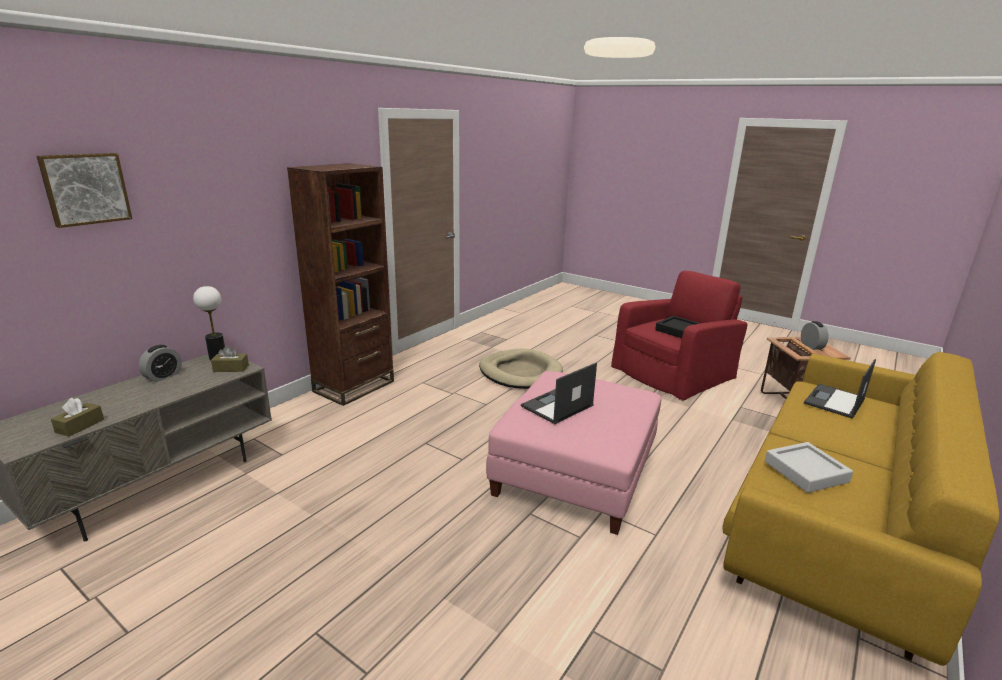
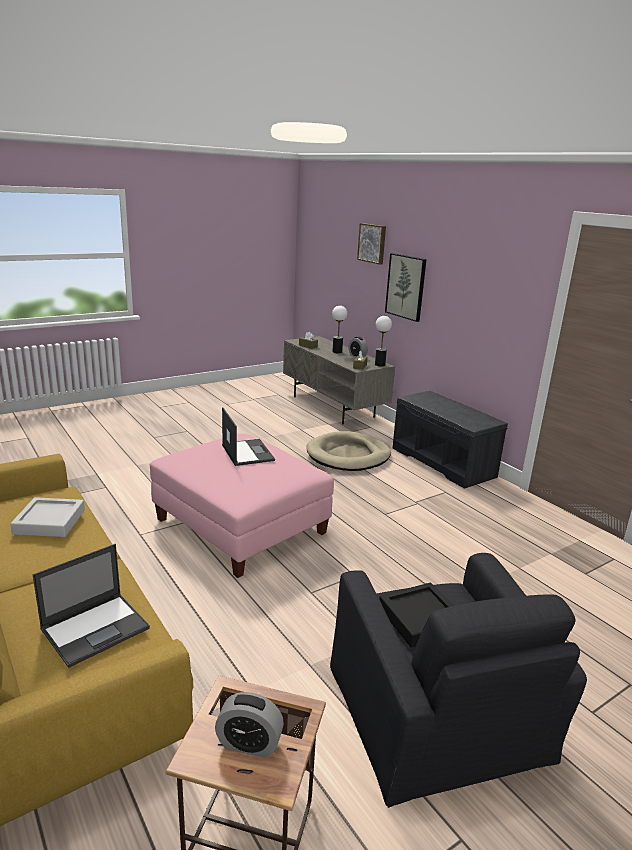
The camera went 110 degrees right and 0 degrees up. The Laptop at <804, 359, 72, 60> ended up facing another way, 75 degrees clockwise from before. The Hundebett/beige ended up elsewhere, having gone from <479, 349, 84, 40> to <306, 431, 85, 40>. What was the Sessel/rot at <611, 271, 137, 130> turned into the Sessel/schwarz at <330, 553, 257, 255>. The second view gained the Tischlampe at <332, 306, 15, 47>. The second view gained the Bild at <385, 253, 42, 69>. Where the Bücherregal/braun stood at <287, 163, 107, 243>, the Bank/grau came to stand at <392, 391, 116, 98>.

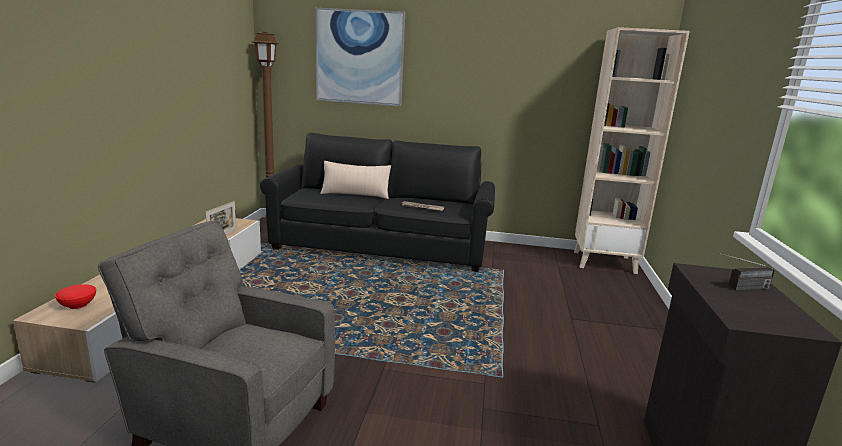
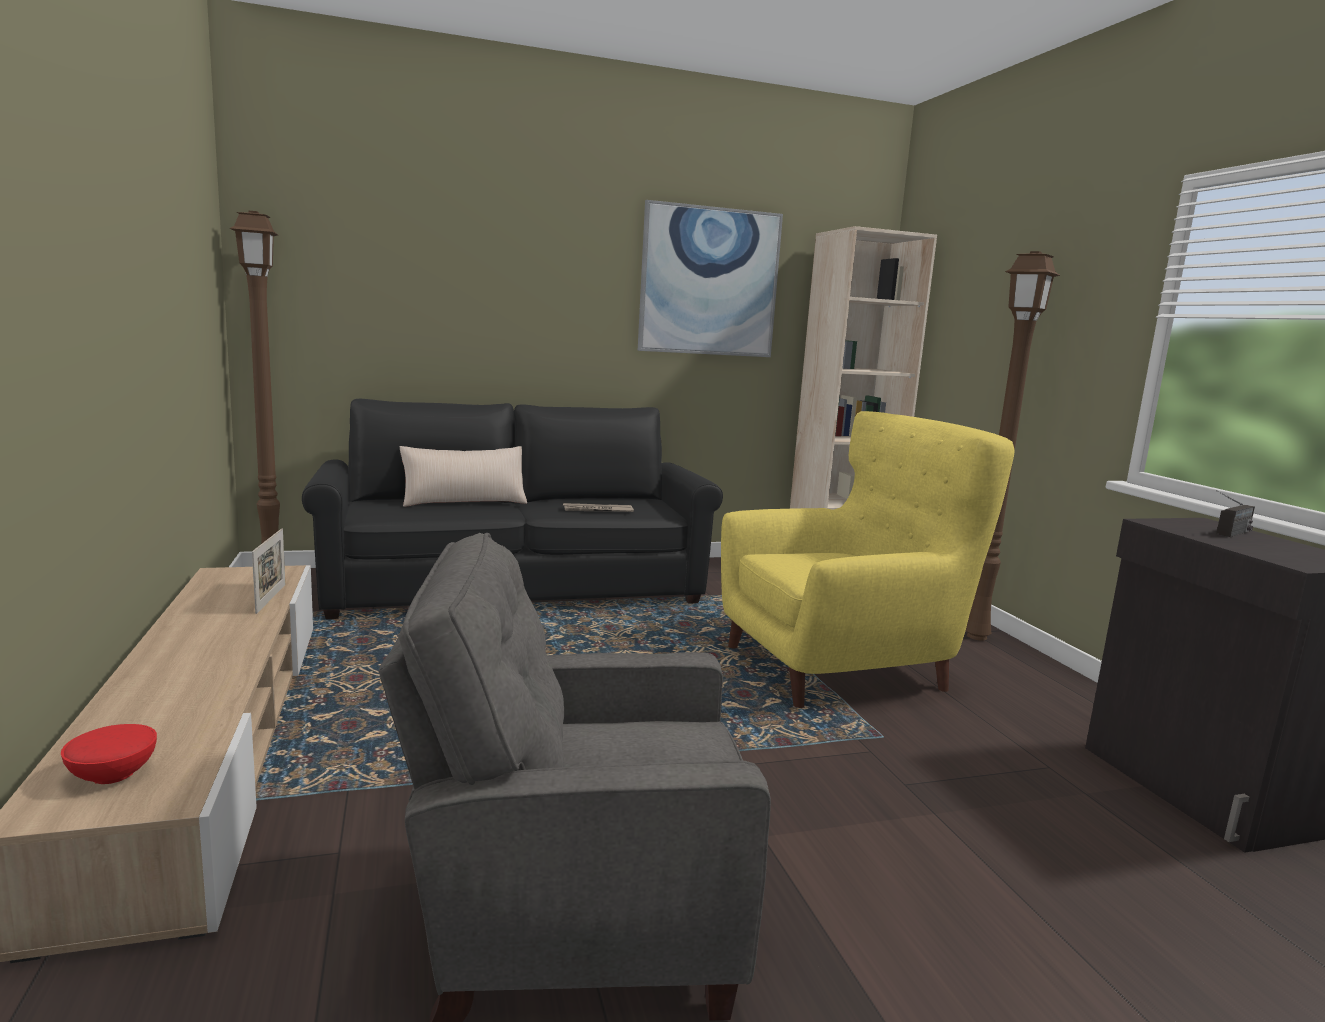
The camera went 25 degrees left and 5 degrees down. The Bild ended up elsewhere, having gone from <315, 8, 90, 98> to <638, 200, 145, 157>. The second view gained the Sessel/gelb at <721, 411, 294, 297>. The second view gained the Stehlampe/braun at <966, 251, 94, 390>.

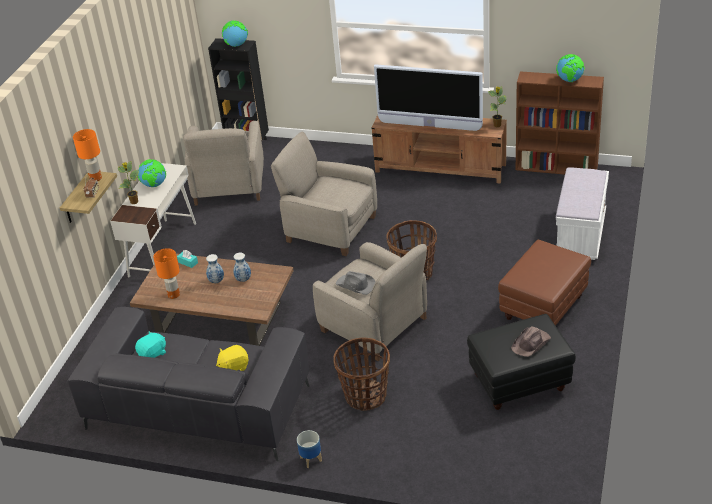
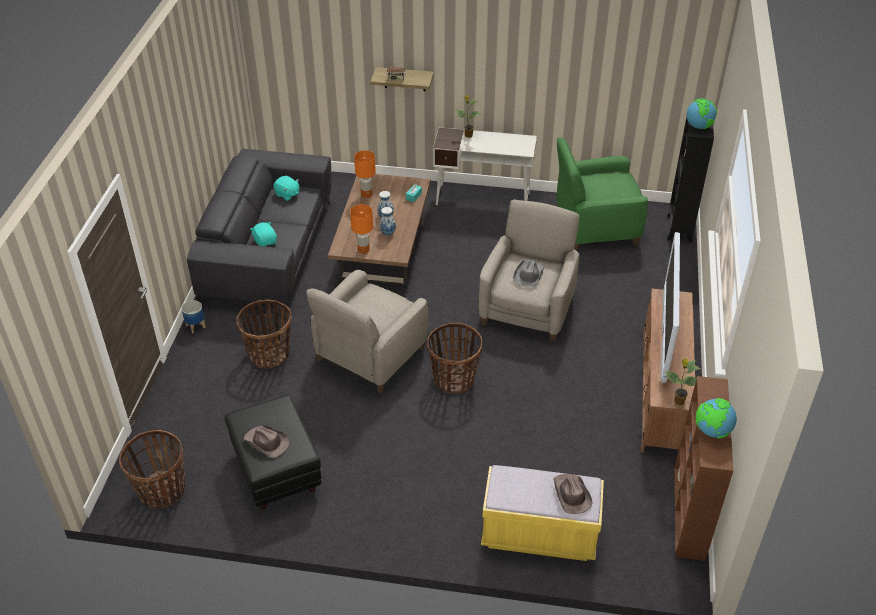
The camera went 80 degrees right and 5 degrees up. The second view gained the Korb at <119, 430, 66, 79>. What was the Plüschtier/gelb at <216, 345, 33, 26> turned into the Plüschtier/türkis at <250, 222, 27, 25>. The Tischlampe/orange ended up elsewhere, having gone from <73, 129, 29, 52> to <350, 204, 23, 50>. What was the Bank/weiß at <556, 167, 53, 93> turned into the Bank/gelb at <481, 465, 123, 96>. The Hut/grau ended up elsewhere, having gone from <336, 271, 39, 24> to <513, 260, 32, 27>. The second view gained the Hut/braun at <553, 474, 39, 40>. What was the Sessel/beige at <183, 121, 81, 85> turned into the Sessel/grün at <556, 137, 92, 114>. The second view lost the Globus at <138, 159, 28, 28>. The second view lost the Polsterhocker/braun at <498, 240, 93, 86>.

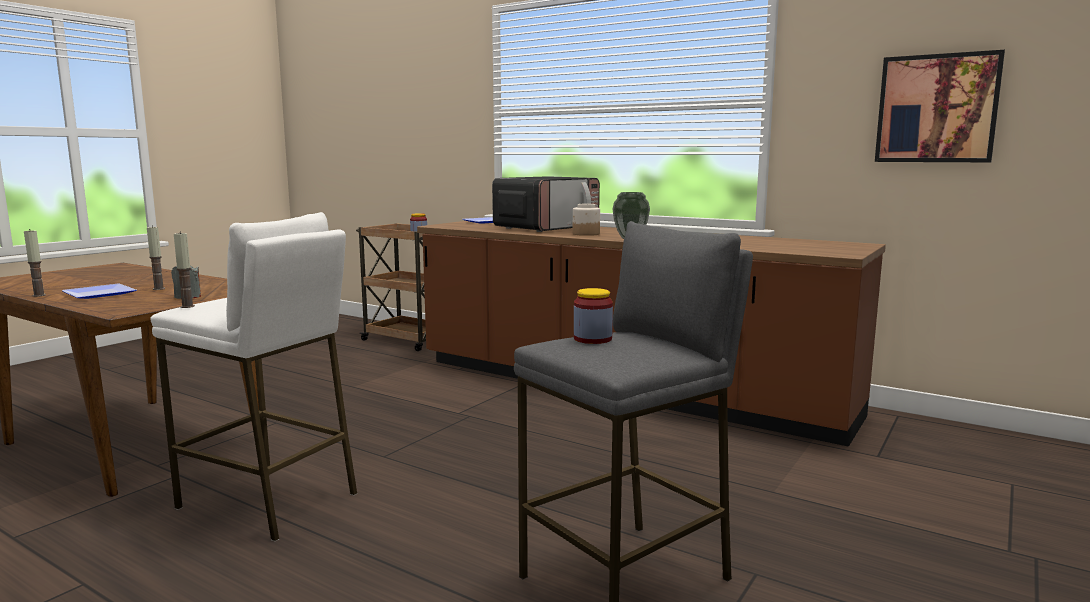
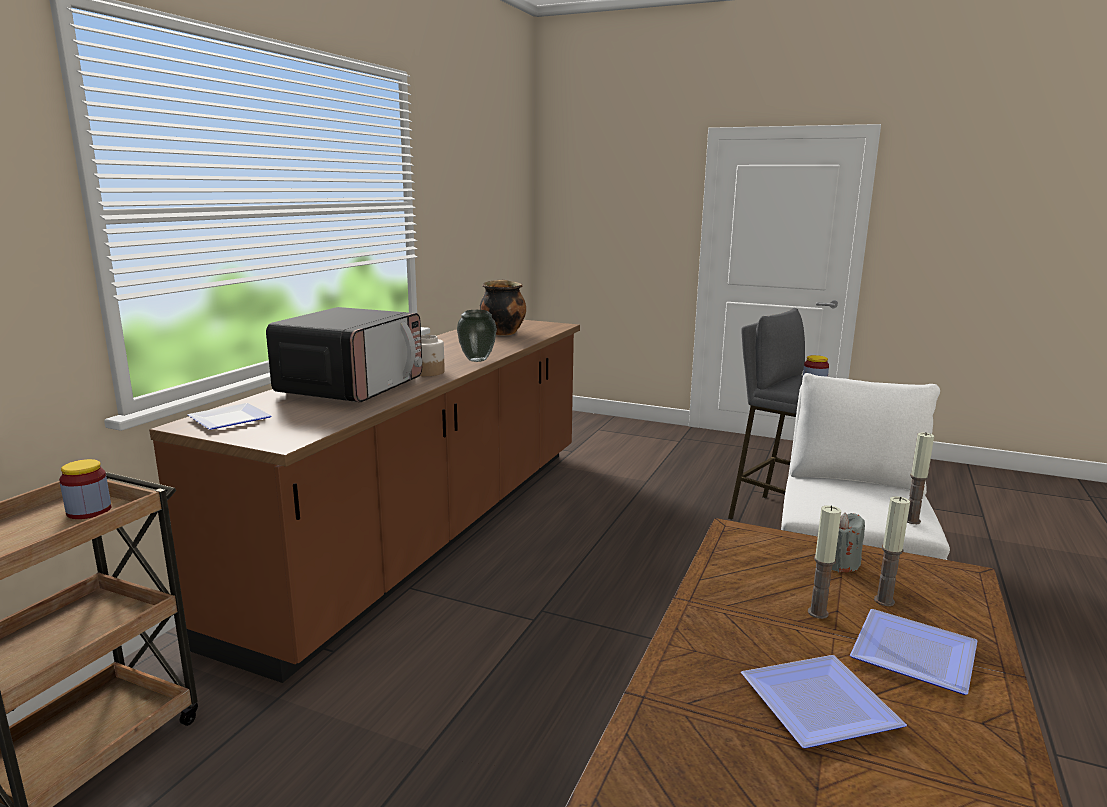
The camera went 100 degrees left and 5 degrees up. The Mikrowelle at <492, 176, 108, 56> ended up facing another way, 75 degrees clockwise from before. The second view gained the Kochtopf at <480, 280, 46, 56>. The second view gained the Teller at <741, 655, 166, 94>. The Kerze ended up elsewhere, having gone from <24, 229, 22, 68> to <874, 496, 36, 110>. The second view lost the Bild at <875, 50, 130, 112>.

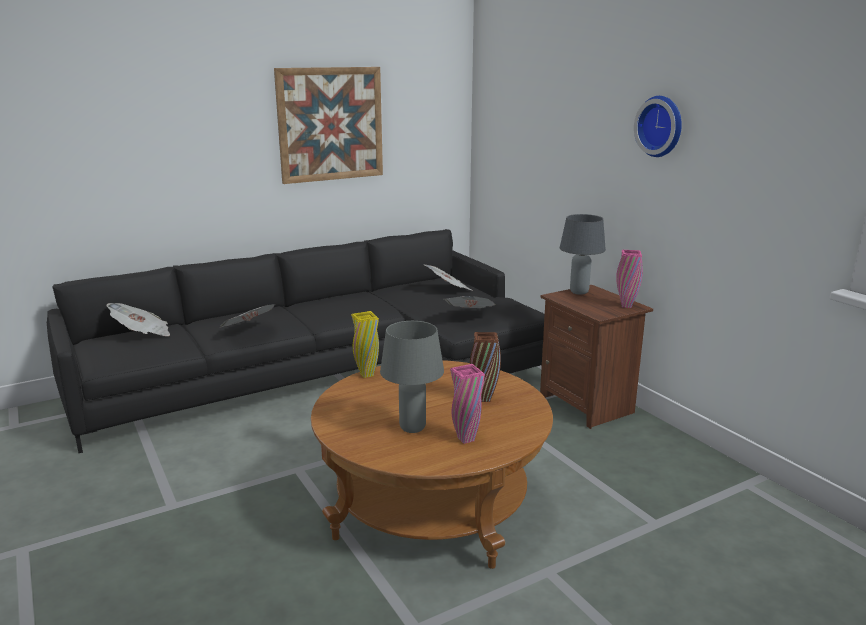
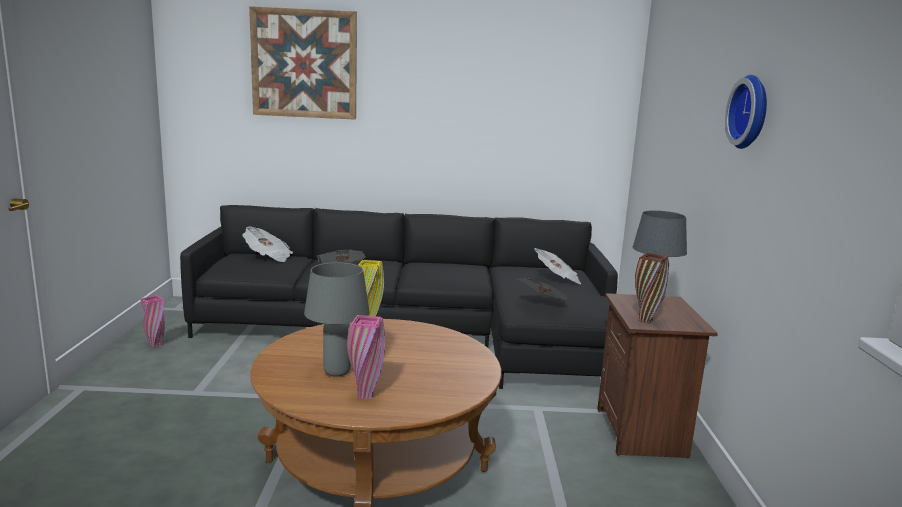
The camera went 30 degrees right and 5 degrees down. The Vase/rosa ended up elsewhere, having gone from <616, 250, 27, 58> to <140, 295, 25, 53>. The Bild ended up elsewhere, having gone from <274, 67, 109, 117> to <249, 6, 108, 114>. The Vase/braun ended up elsewhere, having gone from <470, 332, 31, 70> to <635, 253, 34, 70>.

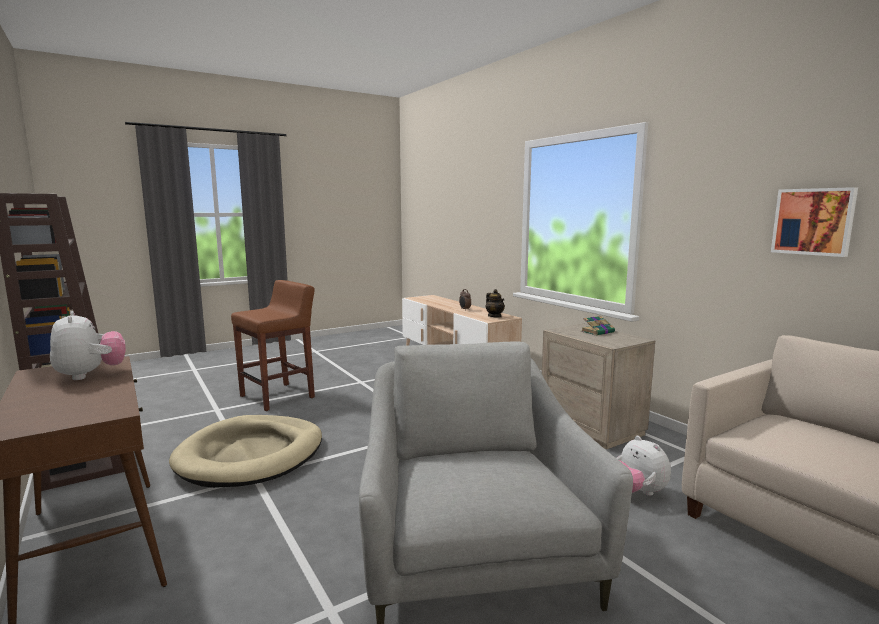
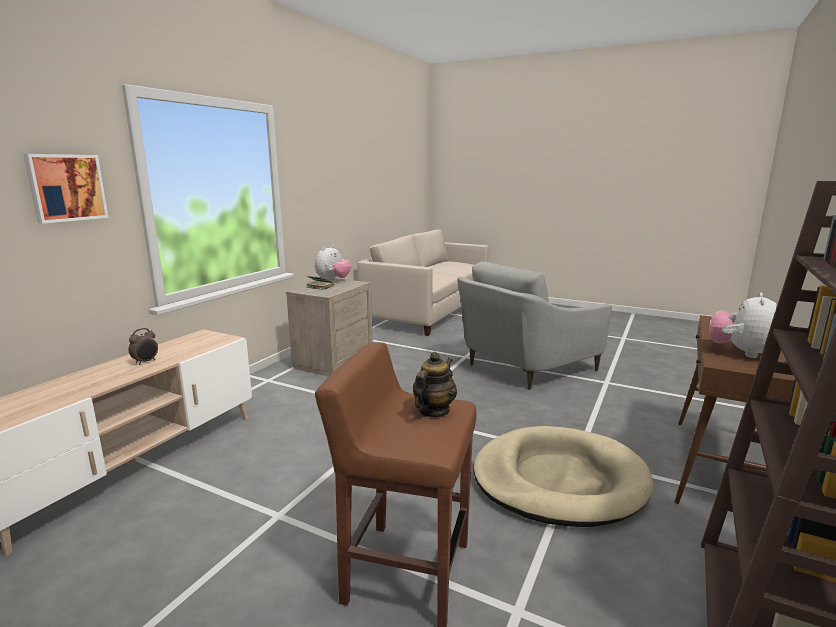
The camera went 120 degrees left and 5 degrees up. The Bild ended up elsewhere, having gone from <771, 187, 87, 70> to <23, 154, 85, 70>. The Plüschtier ended up elsewhere, having gone from <617, 436, 54, 60> to <315, 246, 36, 34>. The Teekanne ended up elsewhere, having gone from <486, 289, 19, 29> to <413, 352, 44, 65>.

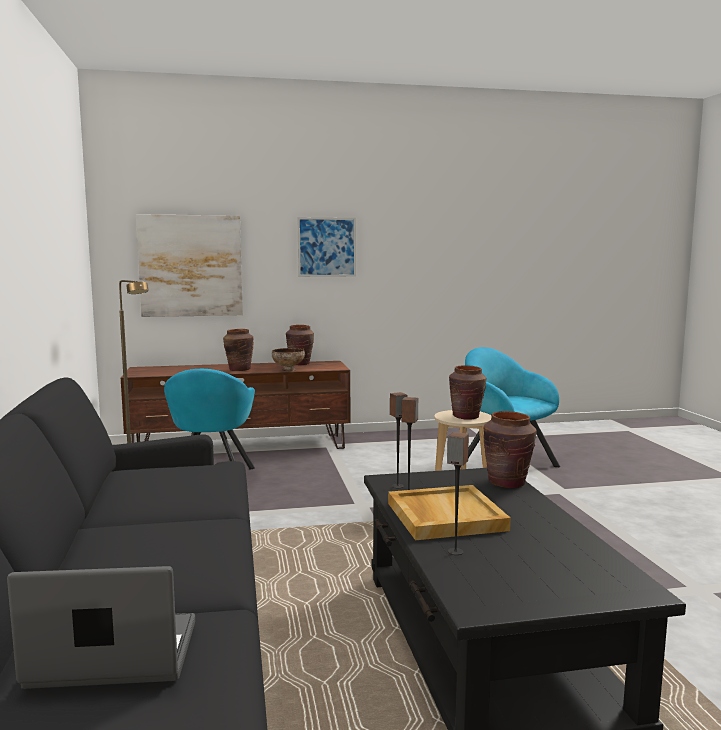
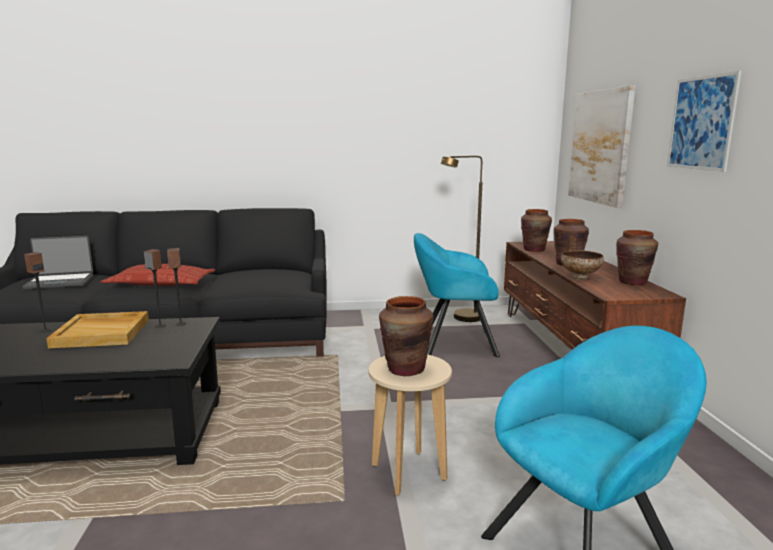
The camera went 95 degrees right and 5 degrees up. The Laptop at <7, 566, 188, 123> ended up facing another way, 75 degrees clockwise from before. The second view gained the Kissen at <100, 264, 115, 22>. The Vase/braun ended up elsewhere, having gone from <483, 411, 54, 77> to <521, 209, 31, 43>.

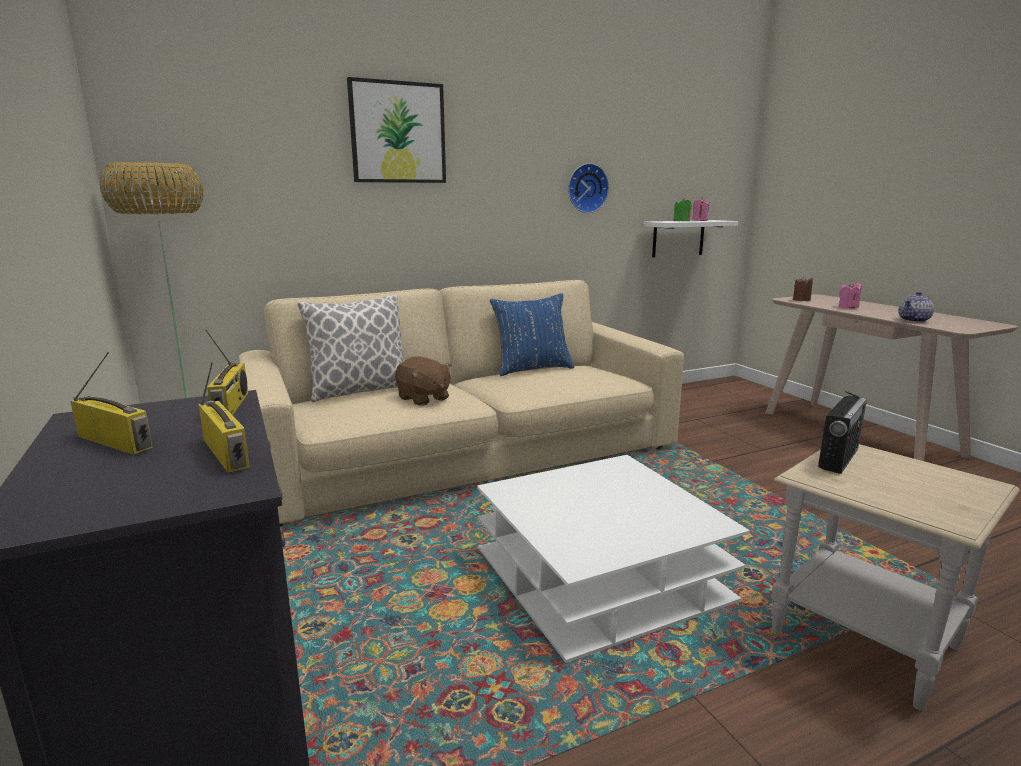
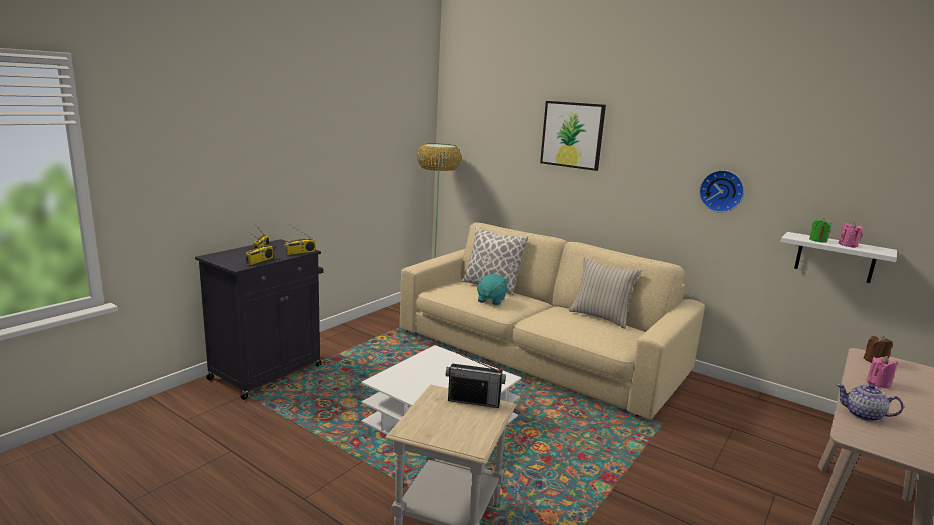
The camera went 60 degrees right and 0 degrees up. What was the Plüschtier/braun at <395, 357, 57, 49> turned into the Plüschtier/türkis at <476, 274, 31, 31>. What was the Kissen/blau at <490, 293, 84, 83> turned into the Kissen/beige at <569, 257, 73, 72>.

